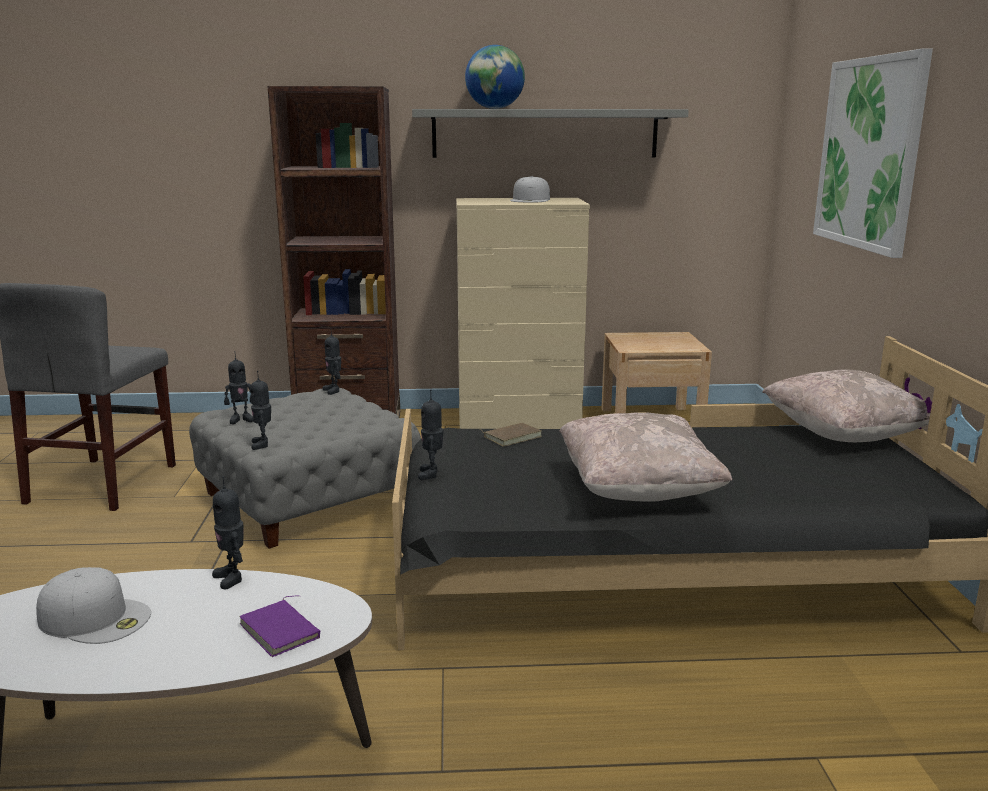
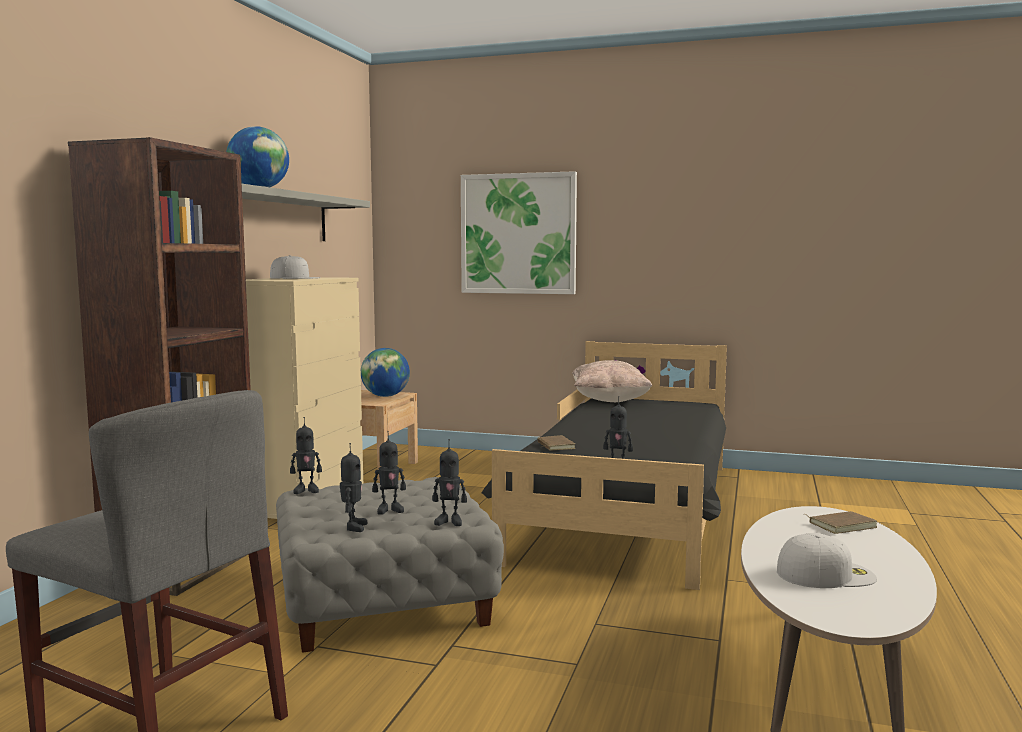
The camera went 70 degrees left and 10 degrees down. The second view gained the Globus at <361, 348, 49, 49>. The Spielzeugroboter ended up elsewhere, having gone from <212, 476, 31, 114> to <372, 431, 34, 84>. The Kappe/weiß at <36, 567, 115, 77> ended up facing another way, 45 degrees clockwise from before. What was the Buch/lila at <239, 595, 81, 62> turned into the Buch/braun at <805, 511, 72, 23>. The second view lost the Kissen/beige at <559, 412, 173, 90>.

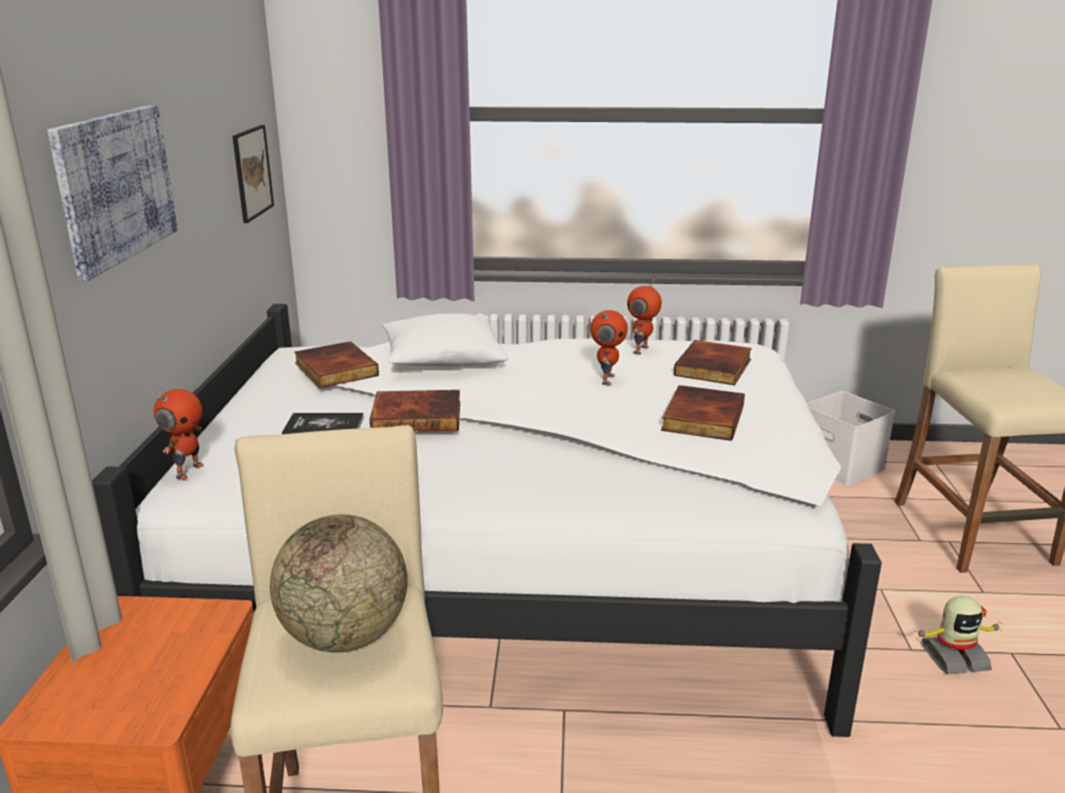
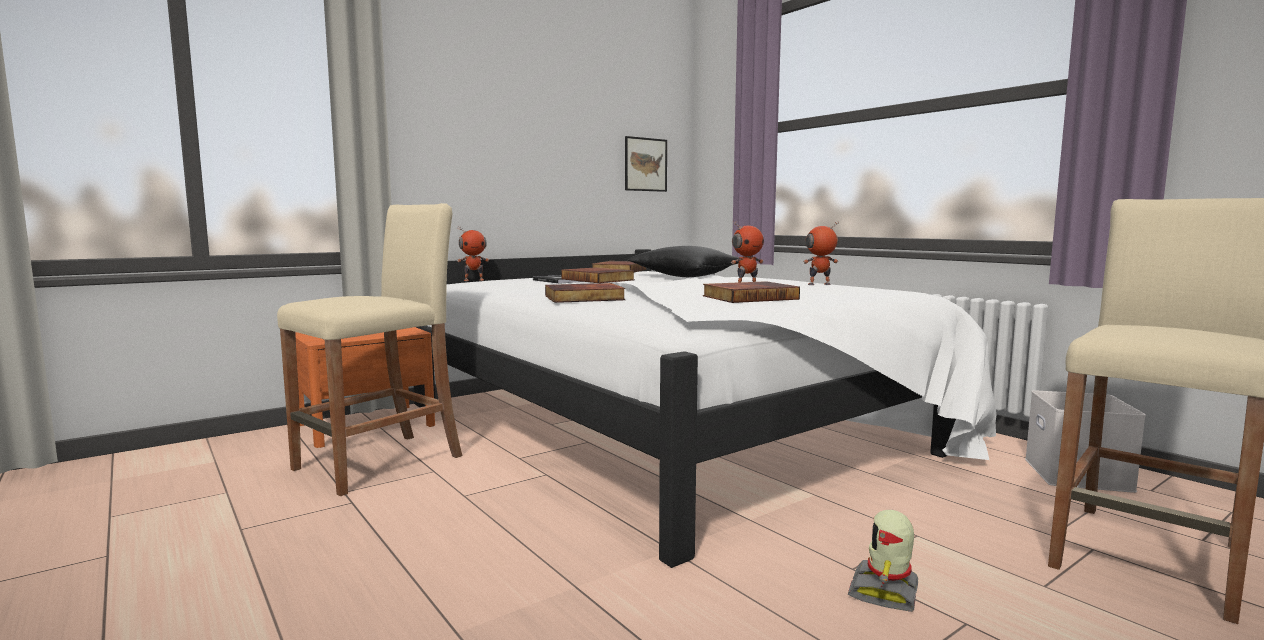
The camera went 50 degrees right and 15 degrees down. The Buch ended up elsewhere, having gone from <674, 340, 78, 45> to <545, 283, 81, 20>. What was the Kissen/weiß at <382, 314, 126, 52> turned into the Kissen/schwarz at <628, 246, 111, 31>. The Spielzeugroboter at <914, 596, 89, 78> ended up facing another way, 75 degrees clockwise from before. The second view lost the Bild at <47, 105, 131, 176>. The second view lost the Globus at <270, 514, 137, 139>.

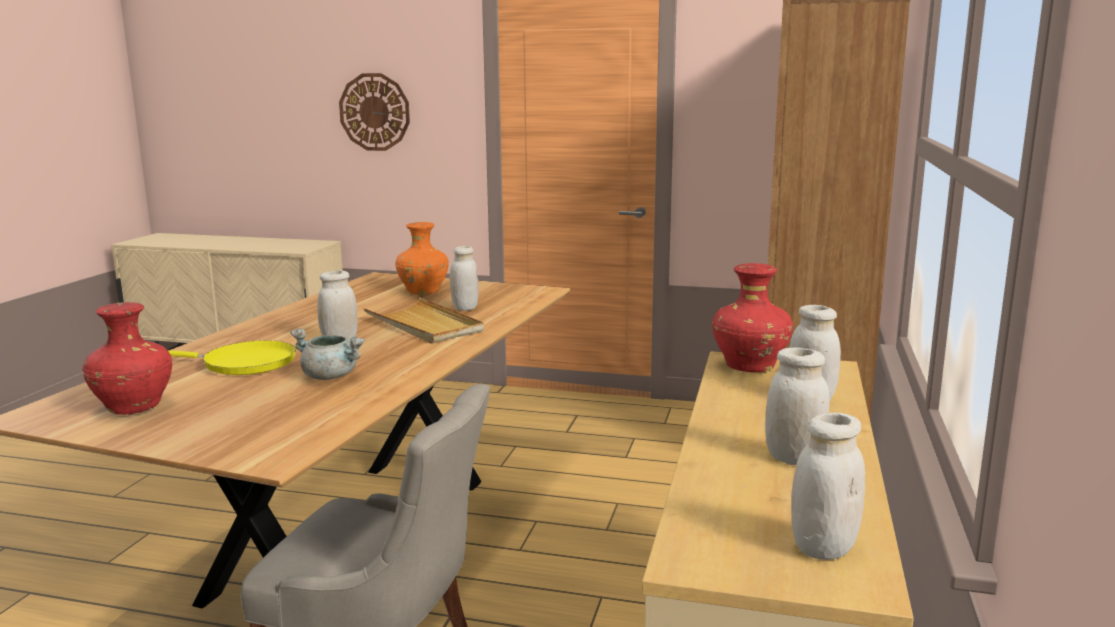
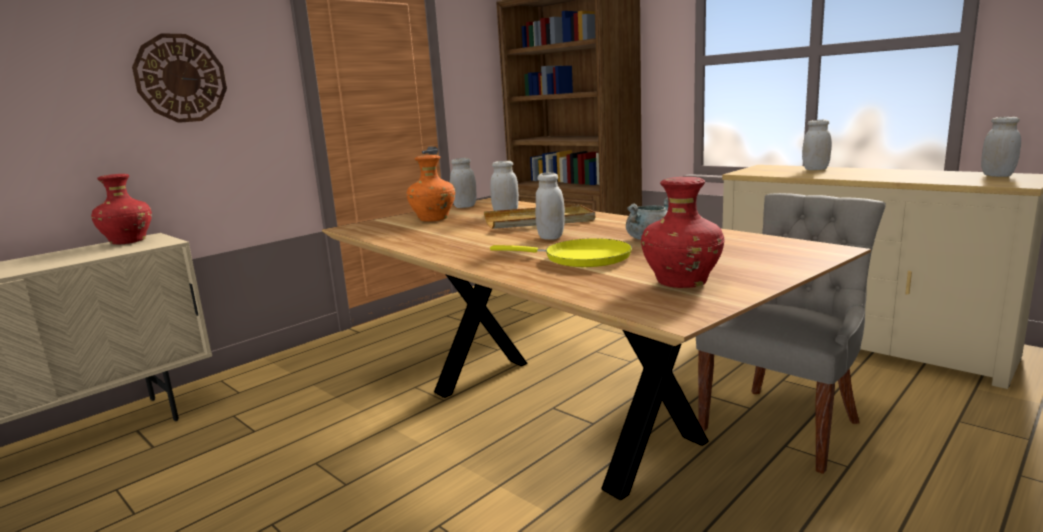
The camera went 60 degrees left and 0 degrees up. The Vase/rot ended up elsewhere, having gone from <712, 263, 81, 109> to <91, 174, 61, 71>. The Vorratsglas/weiß ended up elsewhere, having gone from <765, 347, 65, 118> to <450, 158, 27, 50>. The Pfanne/gelb at <168, 340, 128, 35> ended up facing another way, 75 degrees clockwise from before.

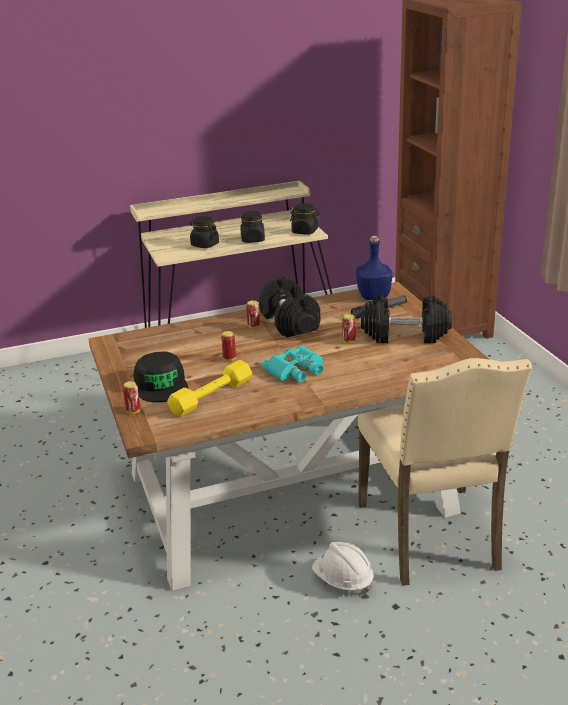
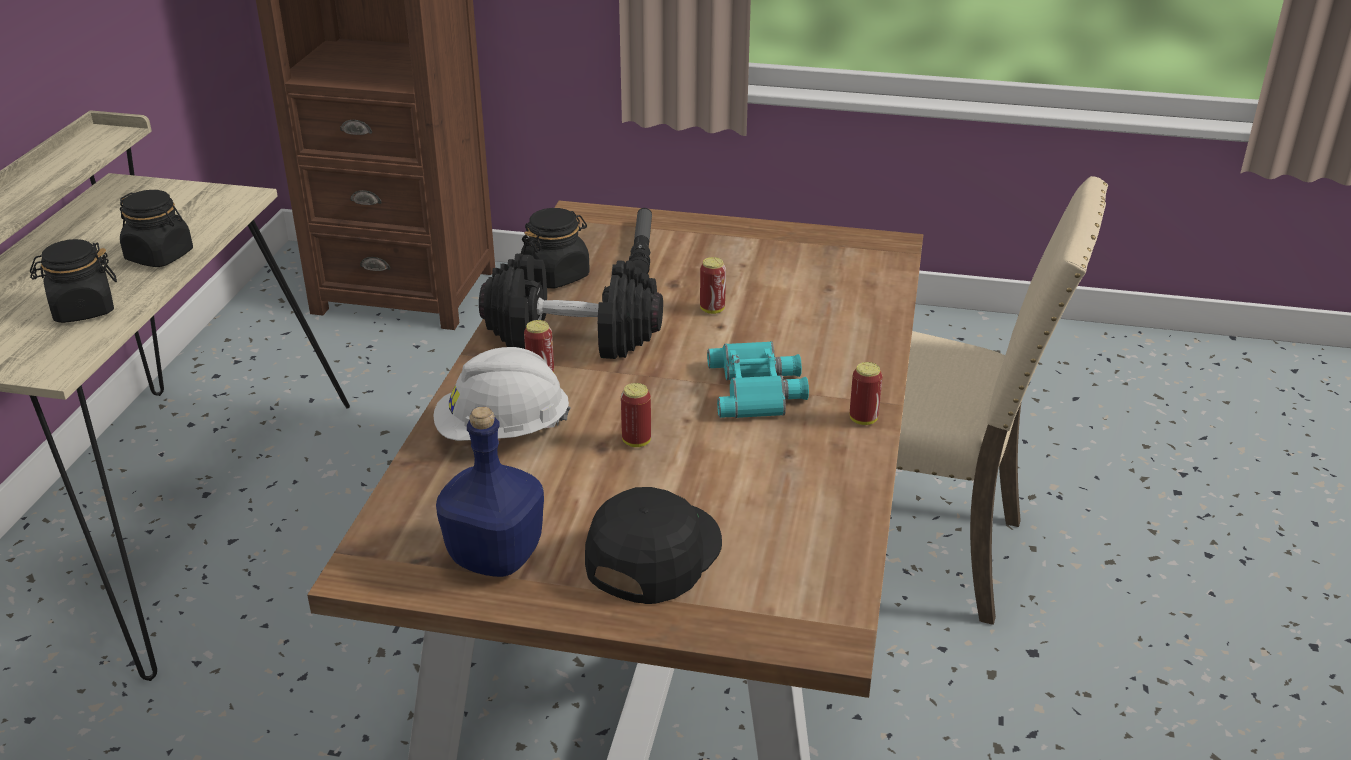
The camera went 60 degrees left and 5 degrees up. The Schutzhelm/weiß ended up elsewhere, having gone from <312, 542, 62, 52> to <433, 347, 138, 94>. The Flasche/blau ended up elsewhere, having gone from <356, 236, 36, 64> to <436, 406, 108, 171>. The Vorratsglas/schwarz ended up elsewhere, having gone from <290, 203, 30, 32> to <521, 208, 69, 81>. The Kappe/schwarz at <133, 351, 55, 51> ended up facing another way, 75 degrees counterclockwise from before. The Dose ended up elsewhere, having gone from <123, 381, 17, 33> to <850, 362, 33, 63>. The second view lost the Hantel/gelb at <167, 360, 85, 57>. The second view lost the Hantel/schwarz at <361, 295, 91, 48>.

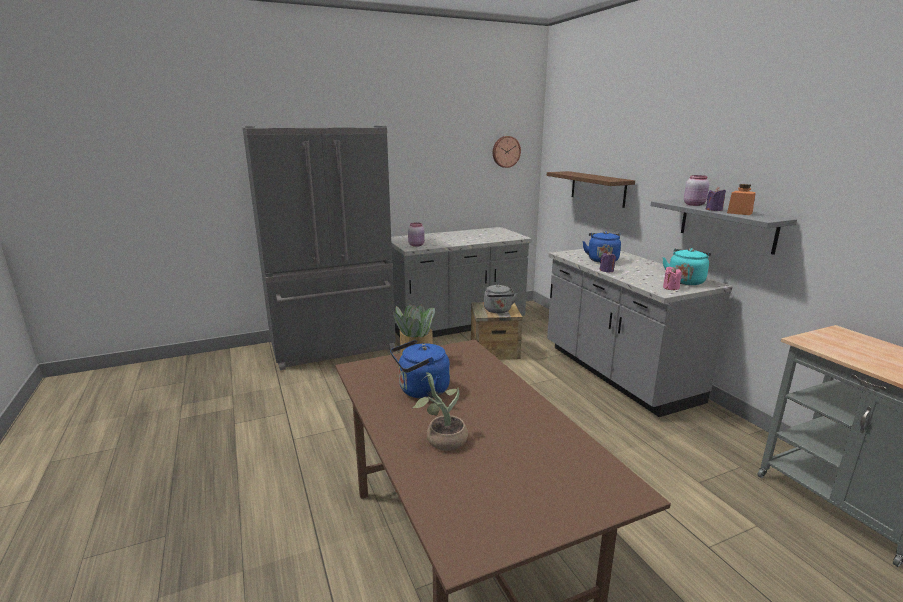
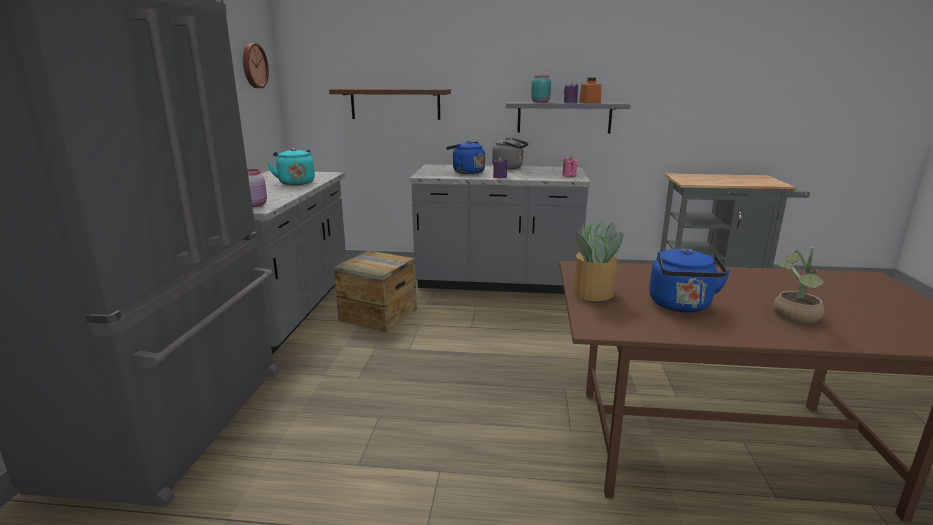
The camera went 60 degrees left and 0 degrees up. The Wasserkessel/türkis ended up elsewhere, having gone from <662, 248, 49, 37> to <268, 148, 47, 37>. The Wasserkessel/grau ended up elsewhere, having gone from <484, 284, 34, 29> to <492, 138, 36, 32>. What was the Vorratsglas/rosa at <684, 175, 25, 31> turned into the Vorratsglas/türkis at <531, 75, 20, 28>.

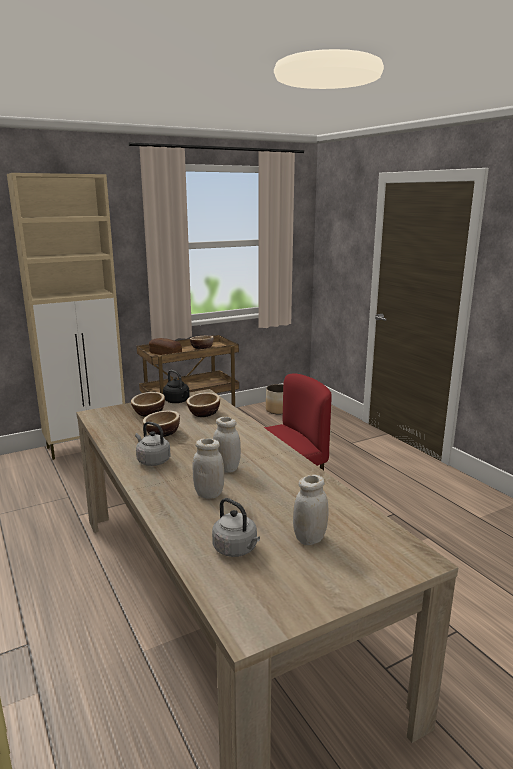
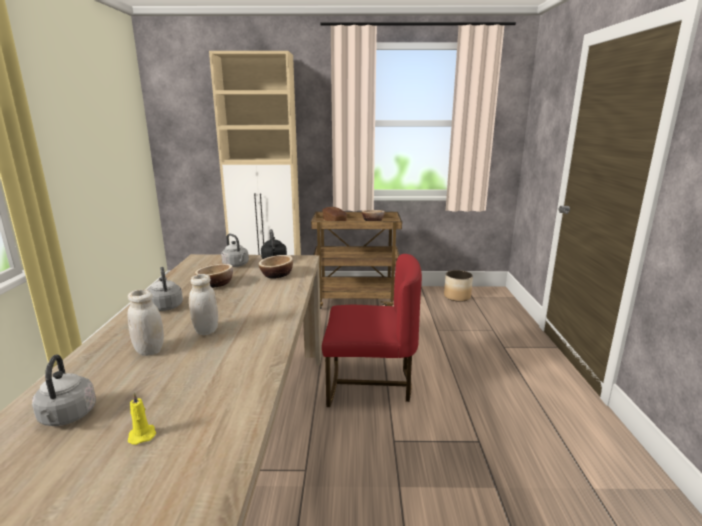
The camera went 30 degrees right and 0 degrees up. Where the Vorratsglas/weiß stood at <293, 475, 35, 70>, the Kerze/gelb came to stand at <128, 392, 28, 53>. Where the Schüssel stood at <131, 392, 34, 25>, the Wasserkessel/grau came to stand at <221, 233, 28, 34>.

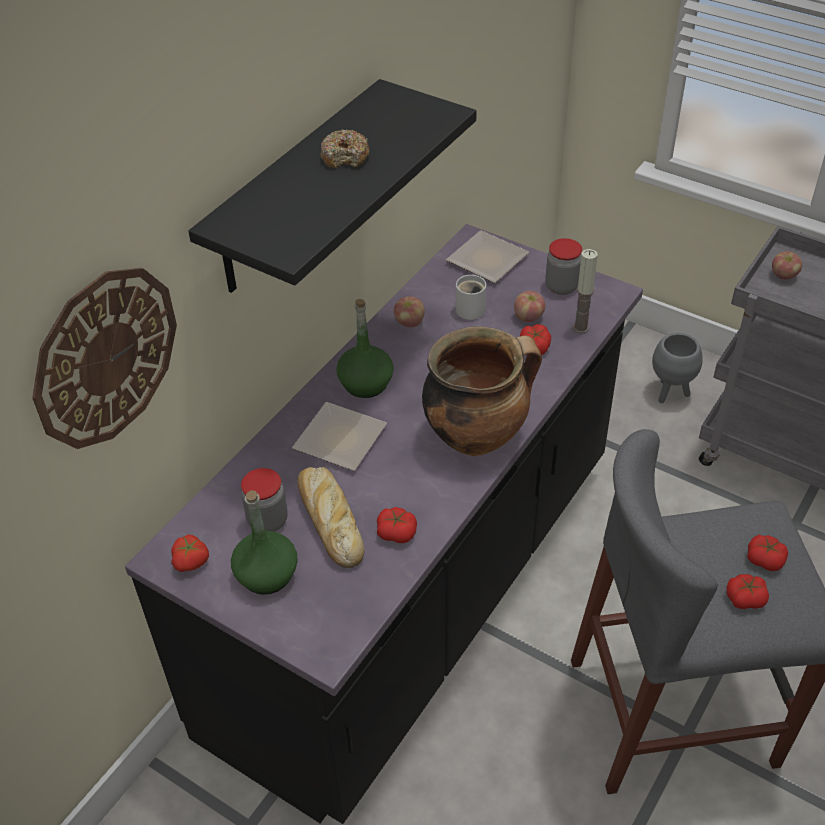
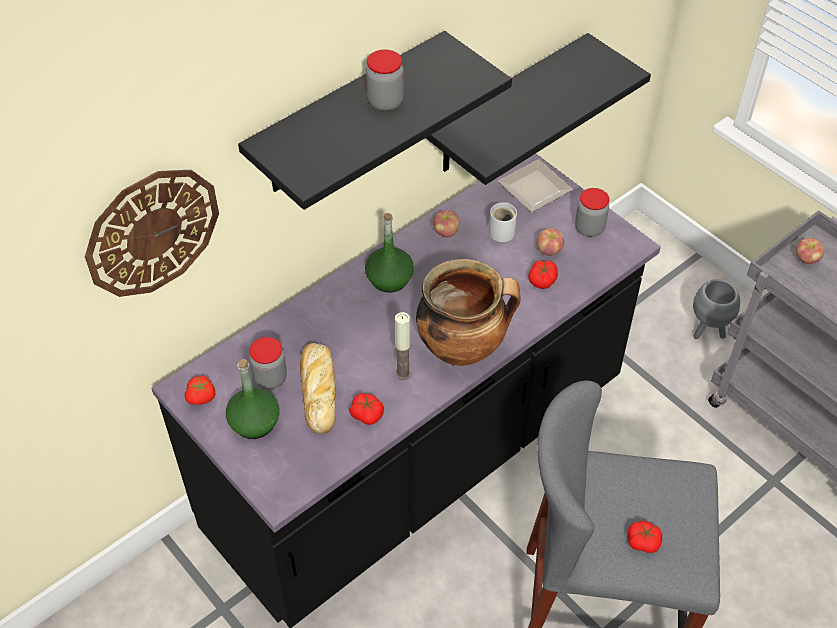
The camera went 15 degrees right and 5 degrees up. Where the Donut stood at <321, 130, 49, 38>, the Vorratsglas came to stand at <366, 50, 38, 61>. The Kerze ended up elsewhere, having gone from <573, 249, 25, 85> to <395, 312, 16, 68>. The second view gained the Wandregal/schwarz at <426, 33, 225, 152>. The second view lost the Teller at <292, 402, 95, 69>. The second view lost the Tomate at <747, 534, 41, 37>.

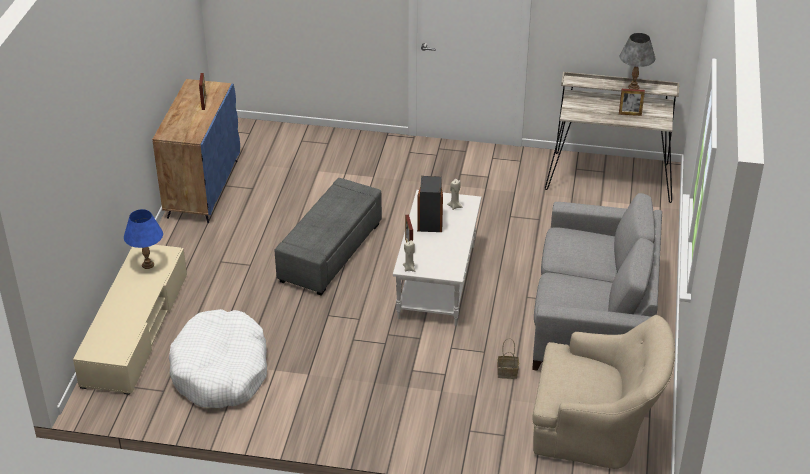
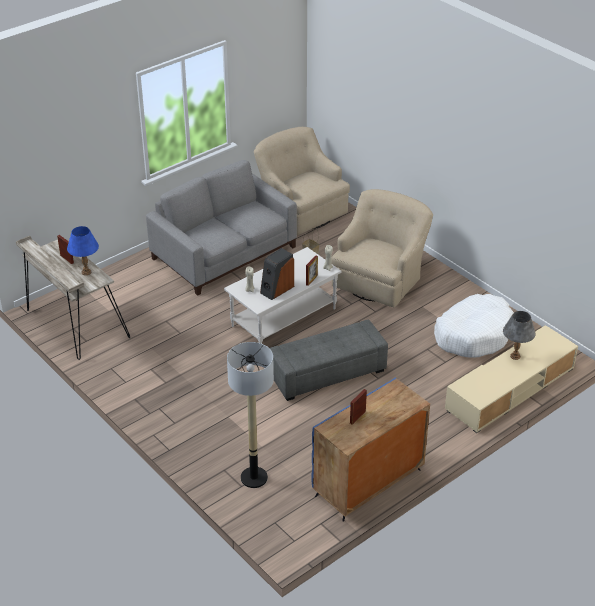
The camera went 140 degrees left and 0 degrees up. The Tischlampe/blau ended up elsewhere, having gone from <124, 209, 39, 60> to <67, 226, 32, 49>. The second view gained the Stehlampe at <227, 342, 47, 146>. The second view gained the Sessel/beige at <331, 189, 102, 118>. The Tischlampe/grau ended up elsewhere, having gone from <620, 33, 35, 56> to <503, 311, 33, 49>.

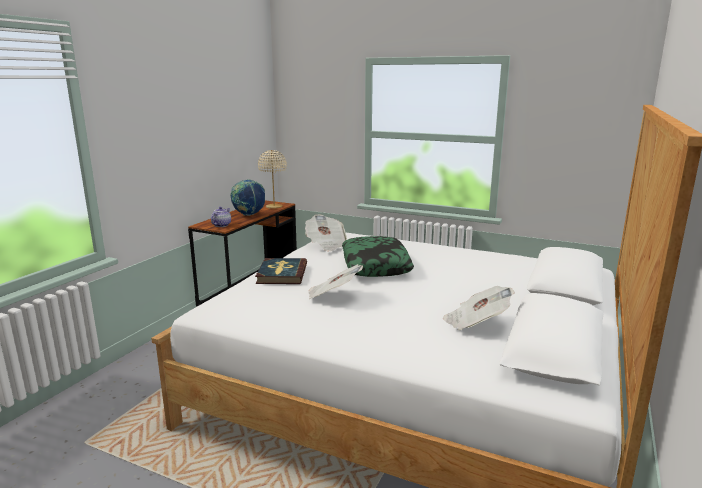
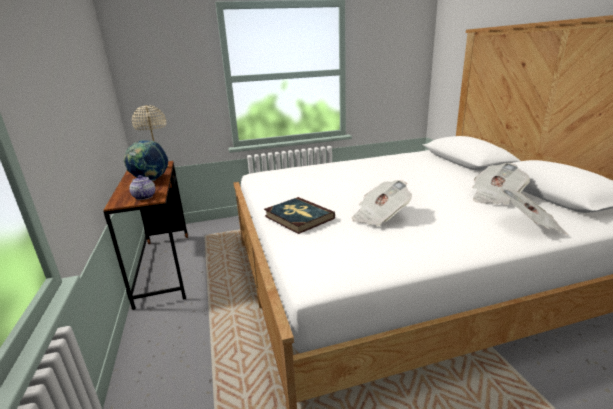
The camera went 40 degrees left and 5 degrees up. The Zeitung ended up elsewhere, having gone from <305, 215, 42, 37> to <501, 189, 67, 45>. The second view lost the Kissen at <342, 236, 72, 41>.

